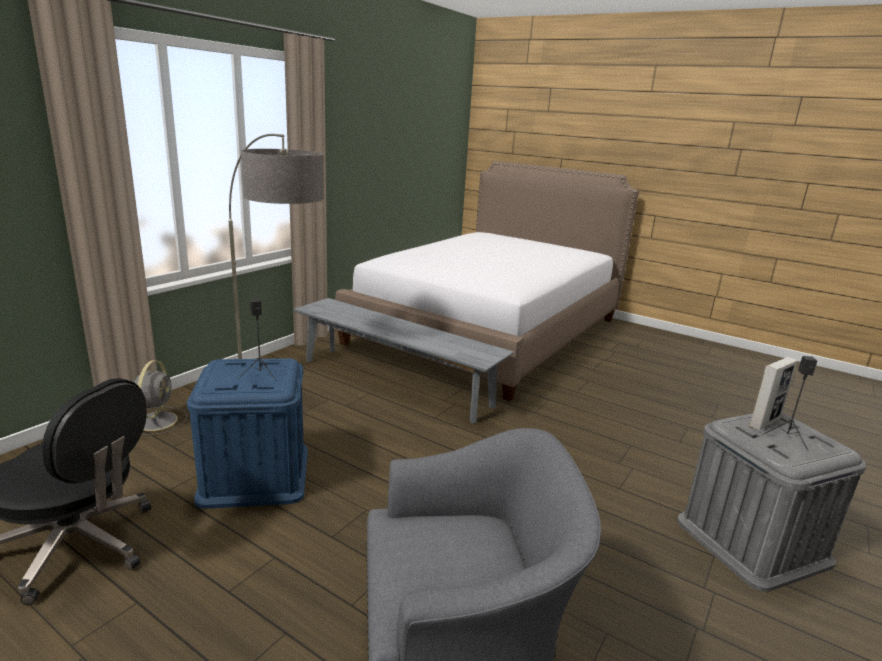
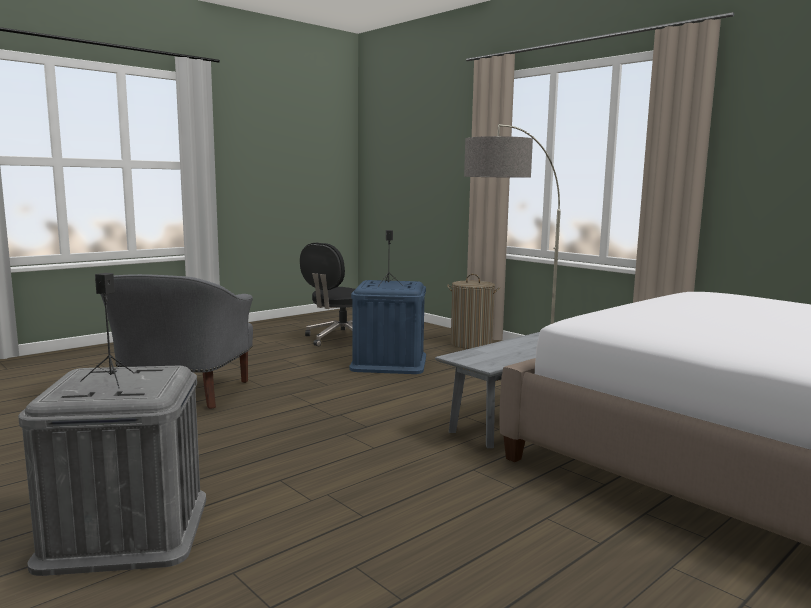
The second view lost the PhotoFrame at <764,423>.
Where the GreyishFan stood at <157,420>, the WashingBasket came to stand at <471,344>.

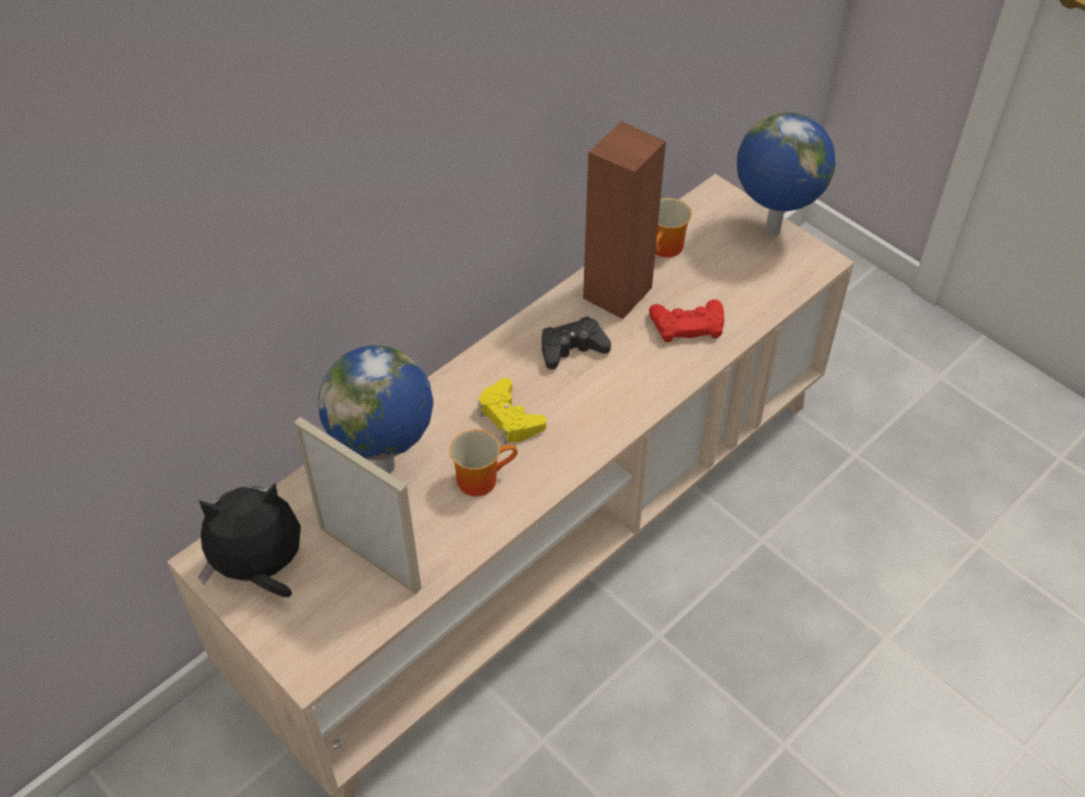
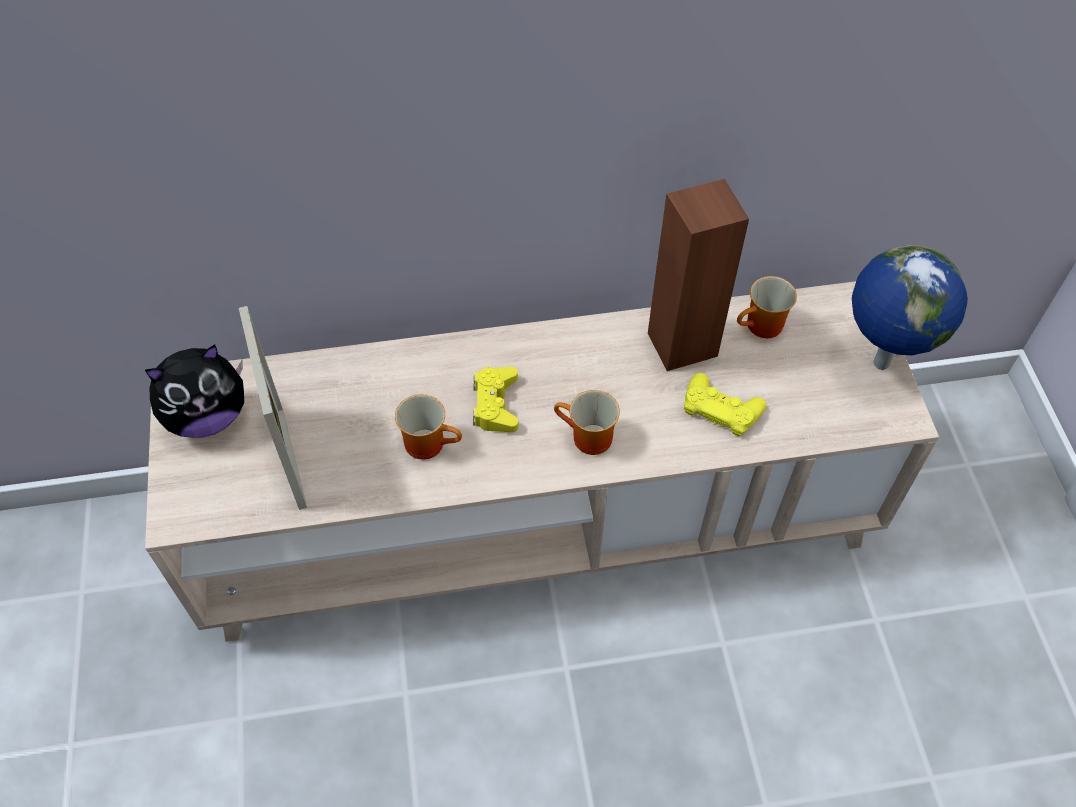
The second view lost the Globe at <388,467>.
The second view lost the BlackColouredJoypad at <572,348>.
The second view gained the CoffeeMug at <586,439>.
What was the ReddishJoypad at <687,325> turned into the YellowishJoypad at <721,408>.
The PlushToy at <260,569> ended up facing another way, 135 degrees clockwise from before.

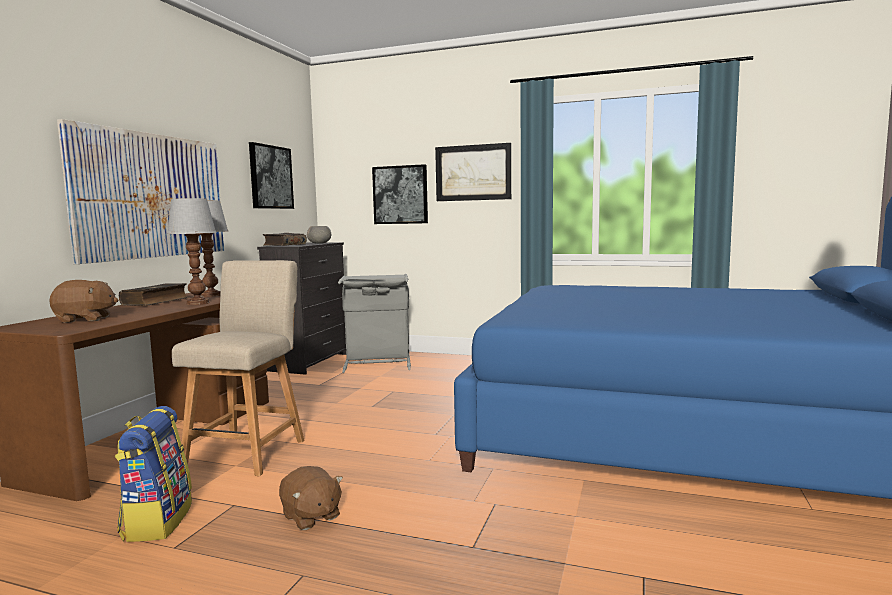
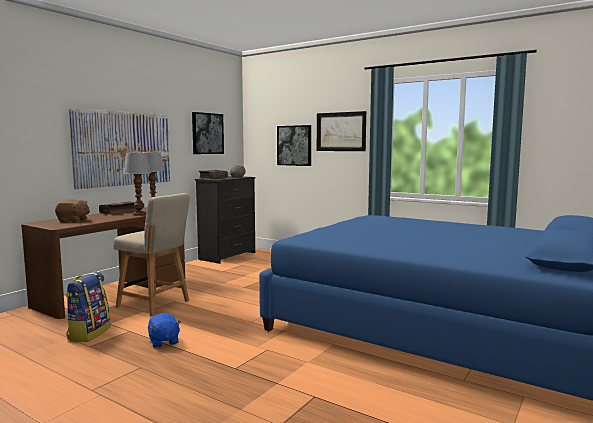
The second view lost the GreyishWashingBasket at <377,363>.
What was the BrownColouredPlushToy at <311,516> turned into the BluePlushToy at <163,342>.
The BeigeChair at <248,451> ended up facing another way, 90 degrees clockwise from before.

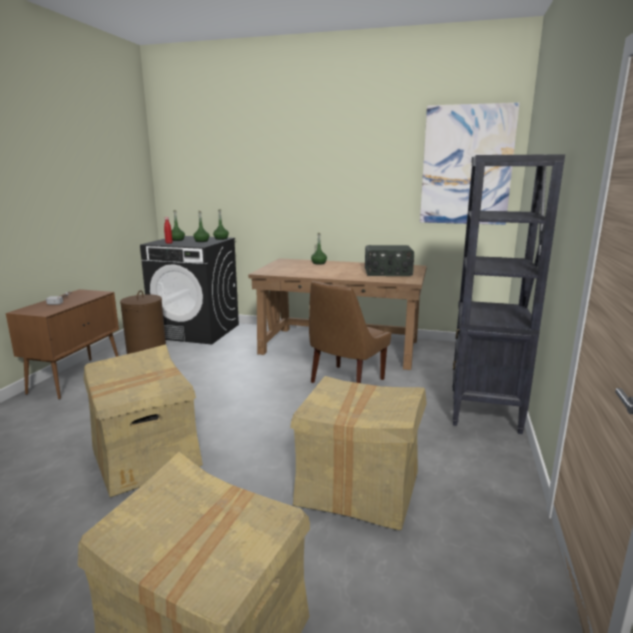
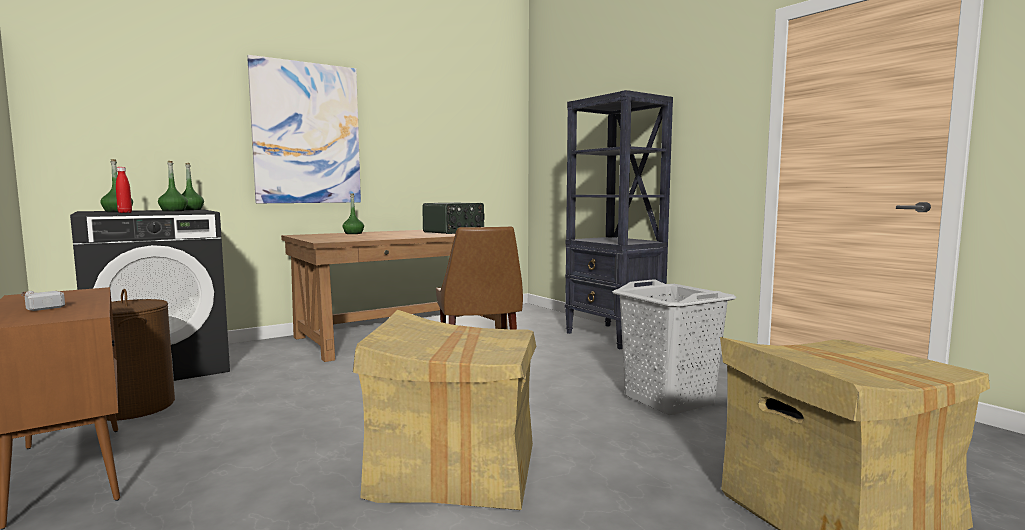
The WallPicture ended up elsewhere, having gone from <466,165> to <307,133>.
Where the CardboardBox stood at <359,489>, the GreyishWashingBasket came to stand at <668,399>.

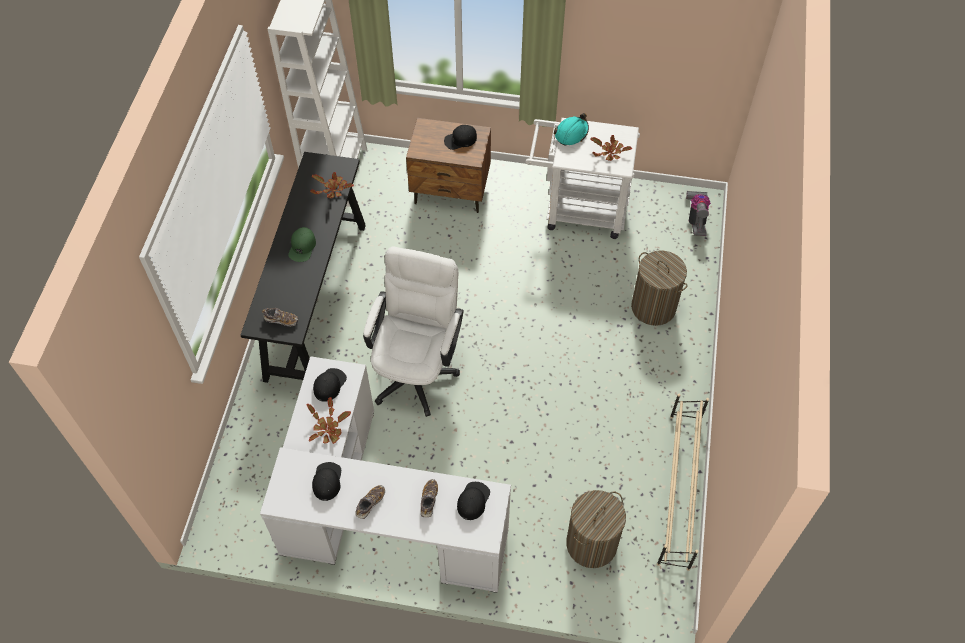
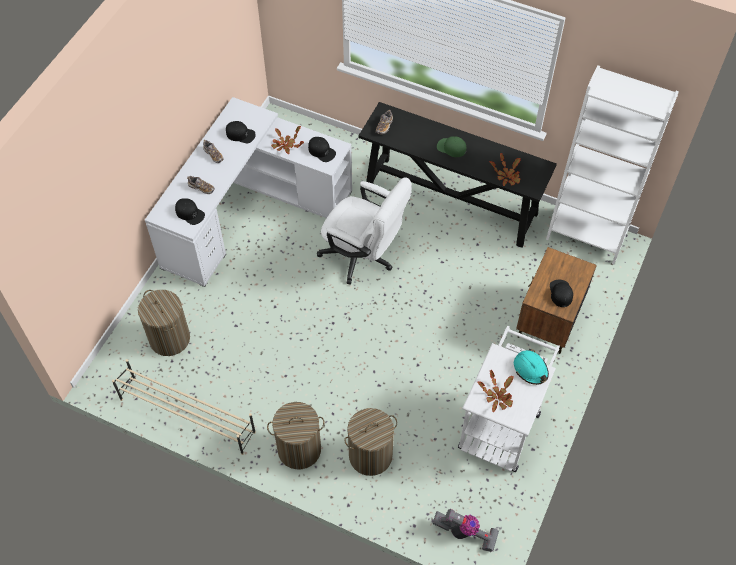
The second view gained the WashingBasket at <299,449>.

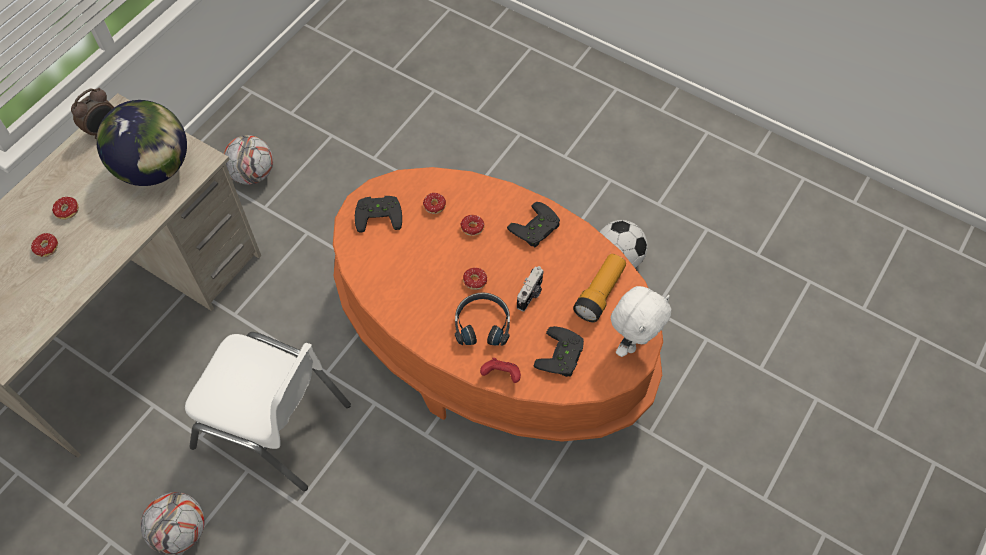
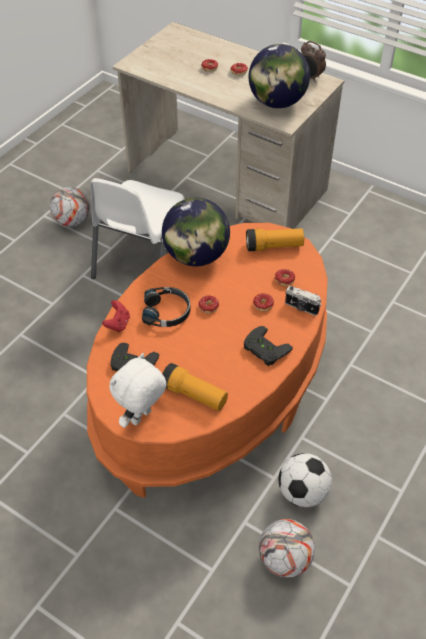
The second view gained the Globe at <196,256>.
The FootballBall ended up elsewhere, having gone from <253,174> to <285,559>.
The PhotoCamera ended up elsewhere, having gone from <531,295> to <301,308>.
Where the BlackColouredJoypad stood at <379,213>, the HandTorch came to stand at <274,246>.
The WhitePlushToy at <633,342> ended up facing another way, 90 degrees clockwise from before.

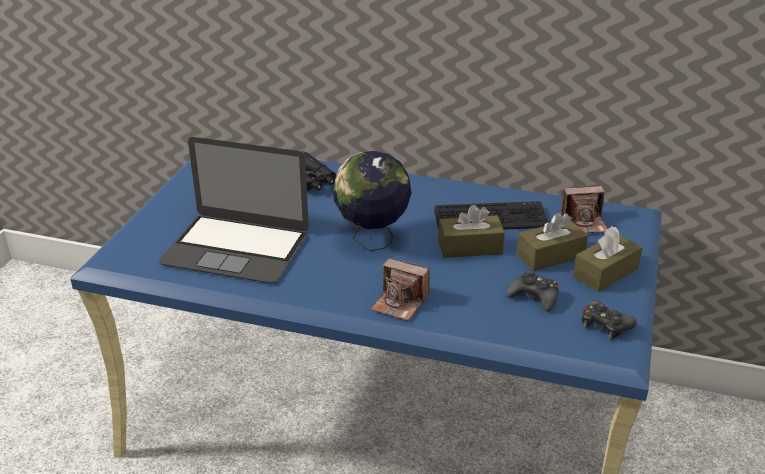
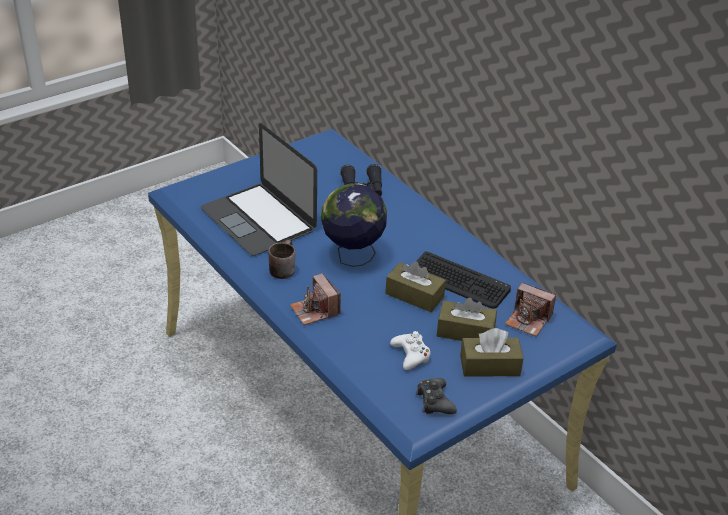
The second view gained the BrownColouredCoffeeMug at <281,268>.
What was the BlackColouredJoypad at <534,297> turned into the WhiteJoypad at <411,355>.

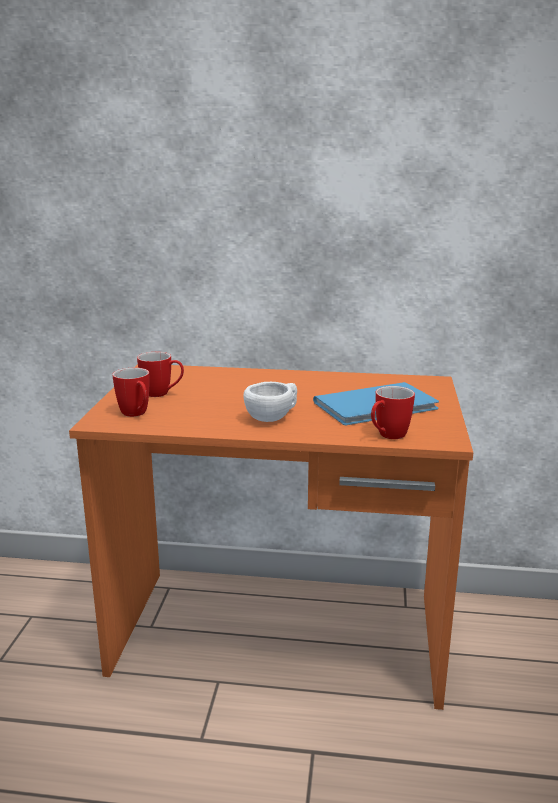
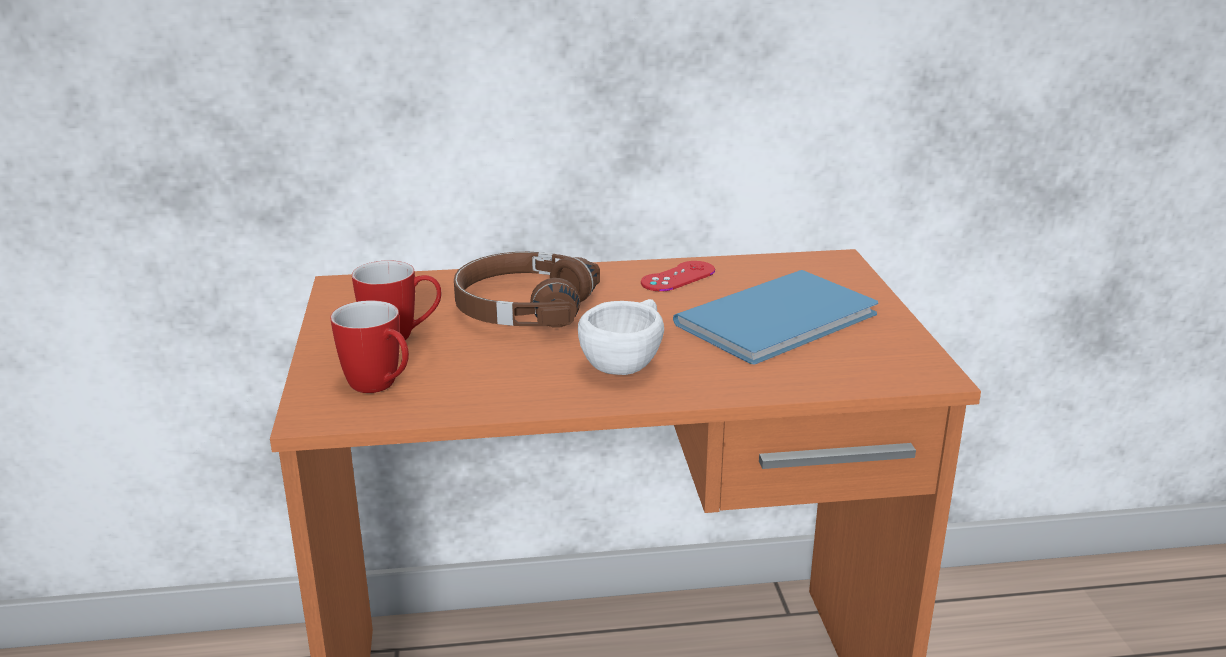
The second view lost the CoffeeMug at <387,436>.
The second view gained the BrownColouredHeadphones at <523,308>.
The second view gained the ReddishJoypad at <678,277>.

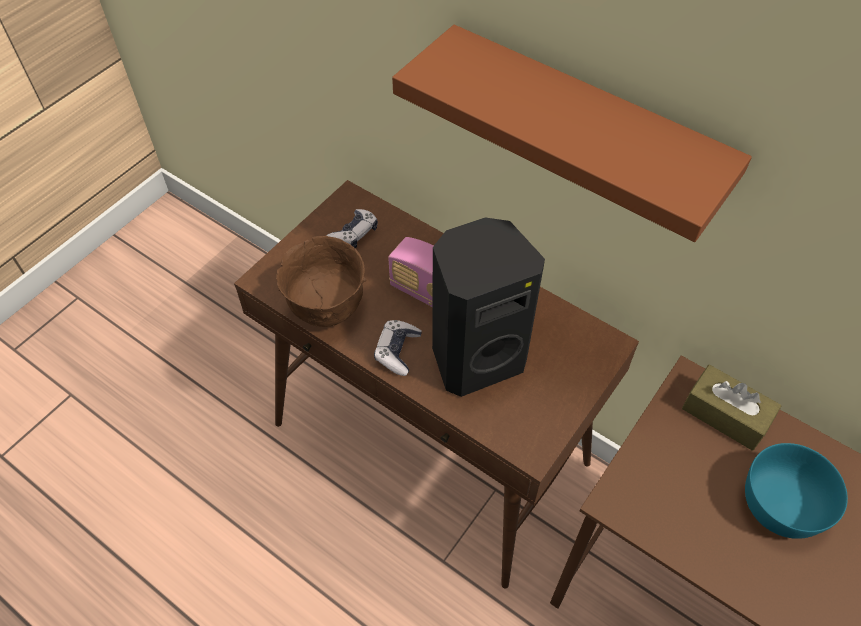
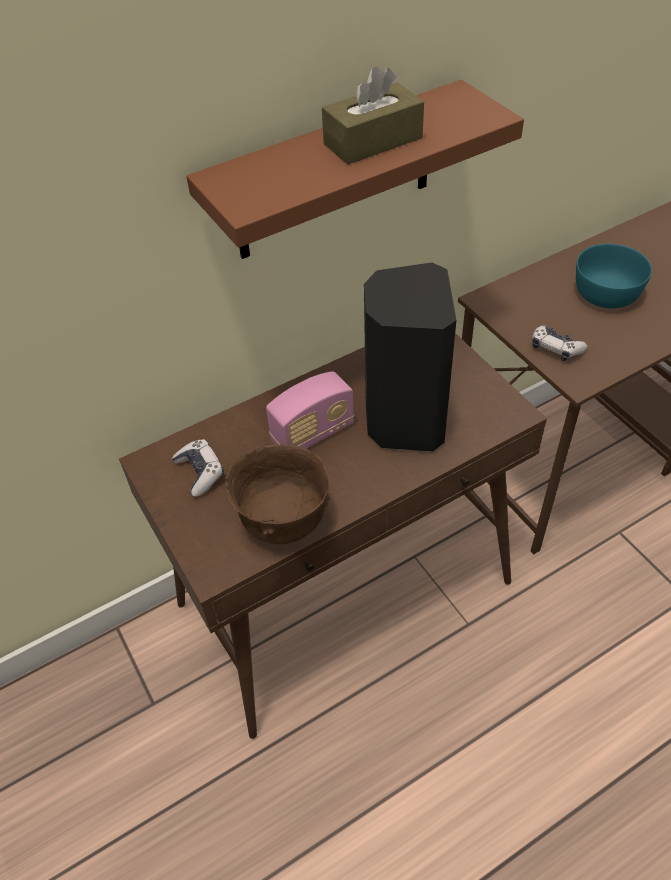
The Joypad ended up elsewhere, having gone from <397,351> to <555,348>.
The BrownColouredTissueBox ended up elsewhere, having gone from <725,415> to <373,141>.

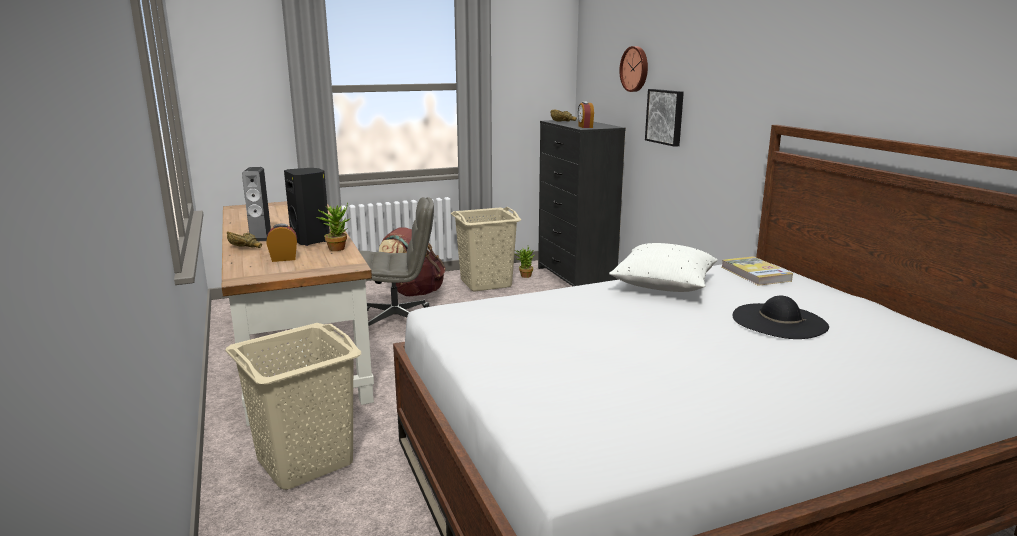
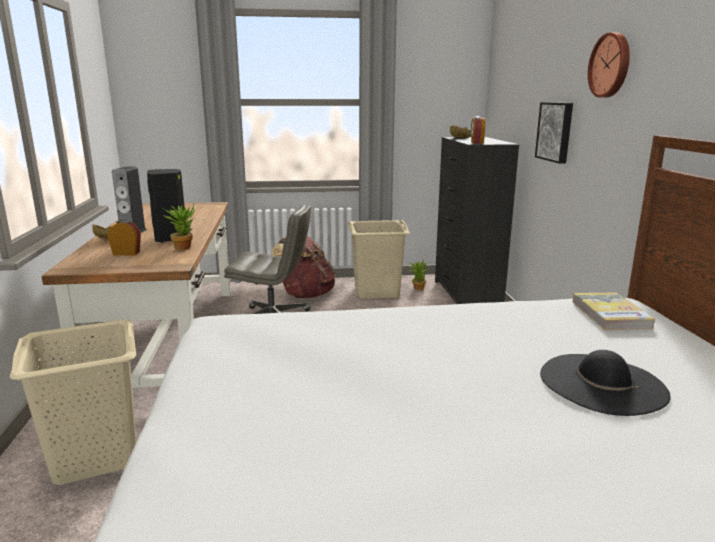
The second view lost the WhiteCushion at <663,285>.
The ClockOnTheWall ended up elsewhere, having gone from <635,69> to <611,65>.

